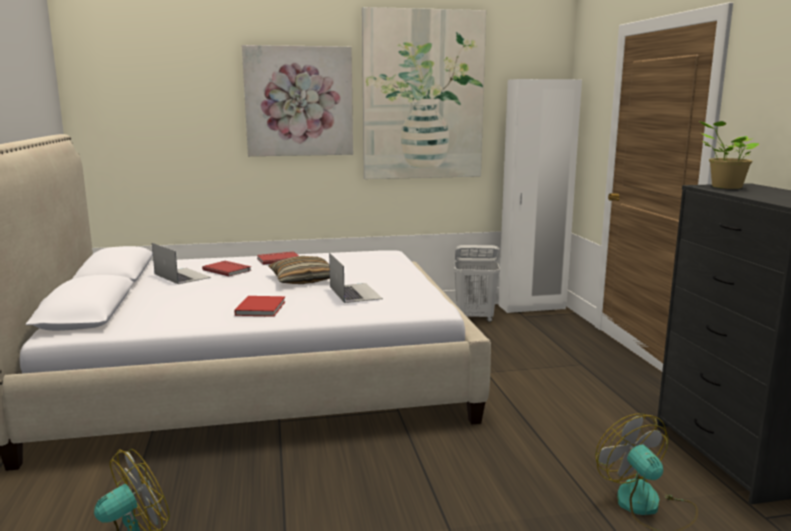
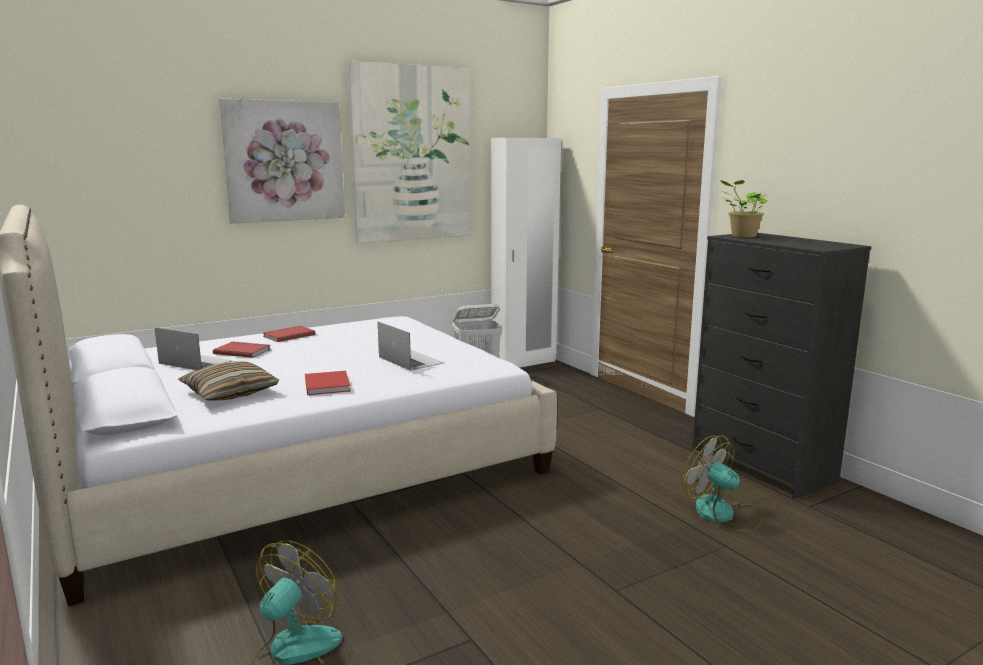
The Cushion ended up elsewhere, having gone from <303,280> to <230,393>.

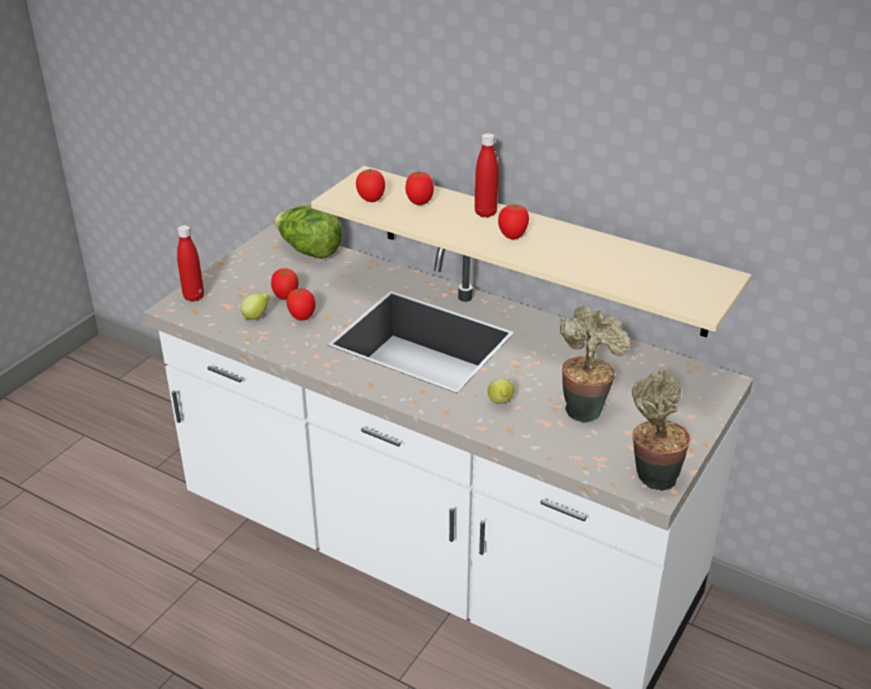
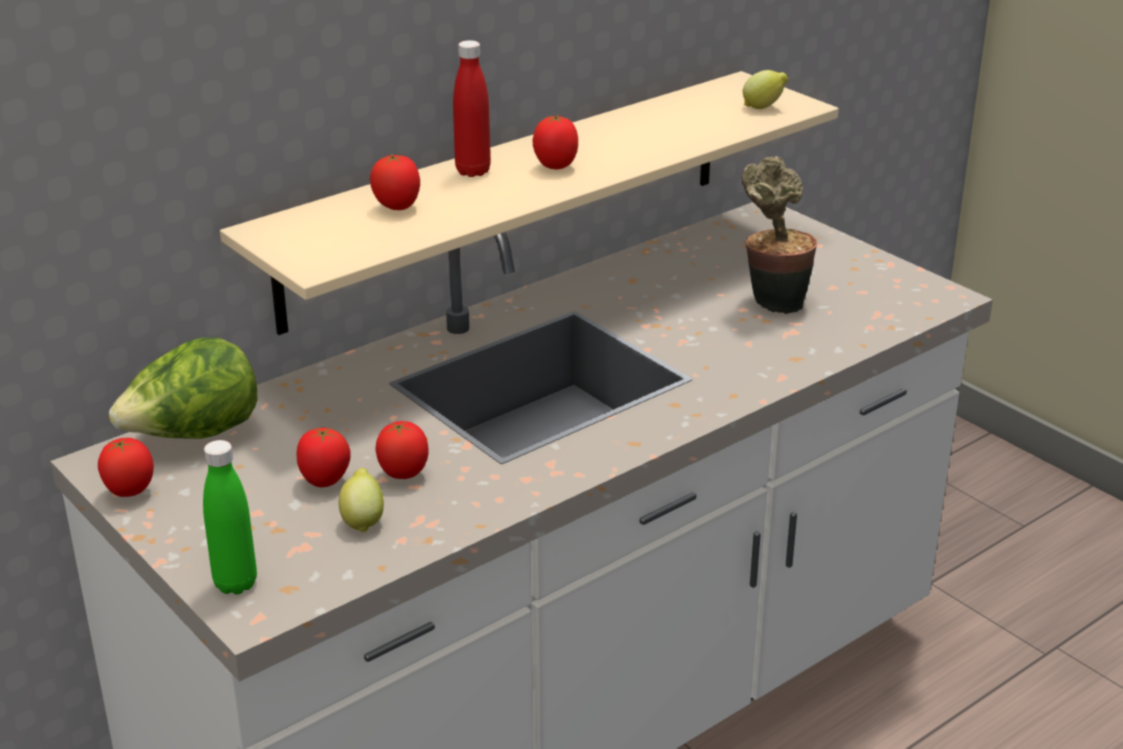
The second view lost the Houseplant at <652,475>.
The WholeTomato ended up elsewhere, having gone from <371,200> to <129,492>.
The Lemon ended up elsewhere, having gone from <500,403> to <763,108>.
What was the ReddishDrinkBottle at <194,297> turned into the GreenColouredDrinkBottle at <235,583>.

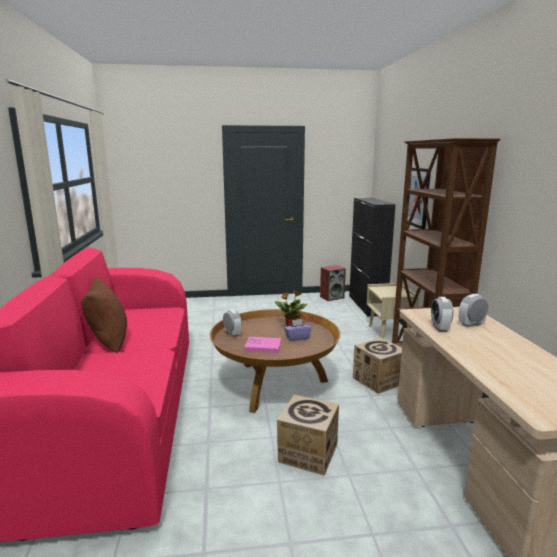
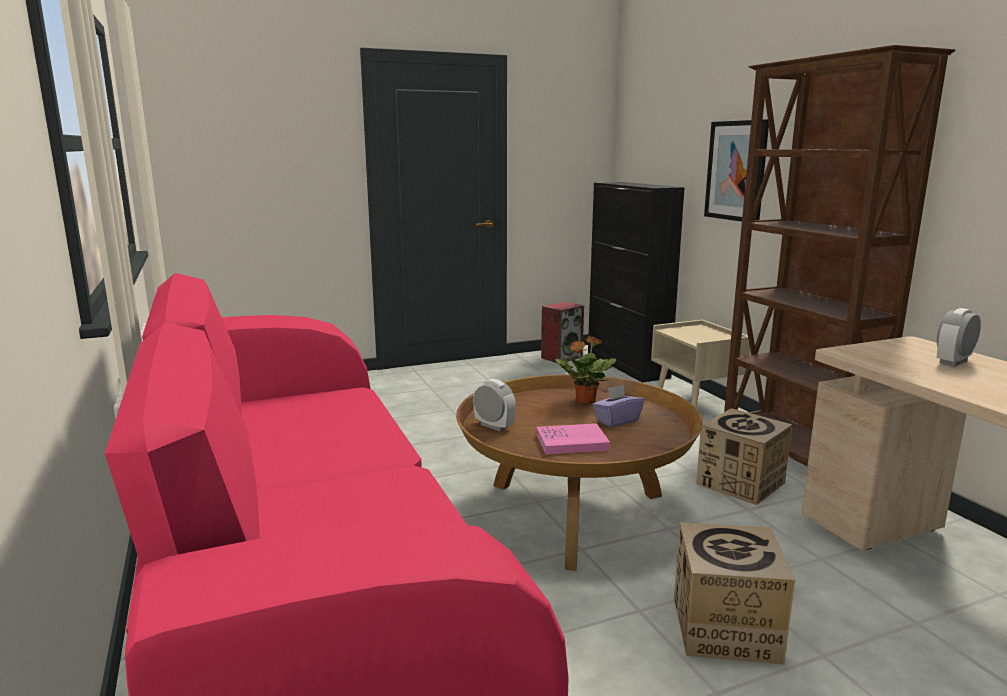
The second view lost the BrownColouredCushion at <108,341>.
The second view lost the AlarmClock at <440,328>.

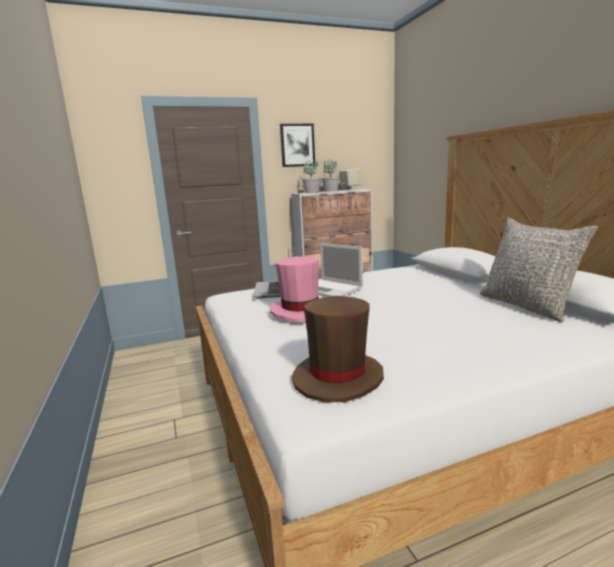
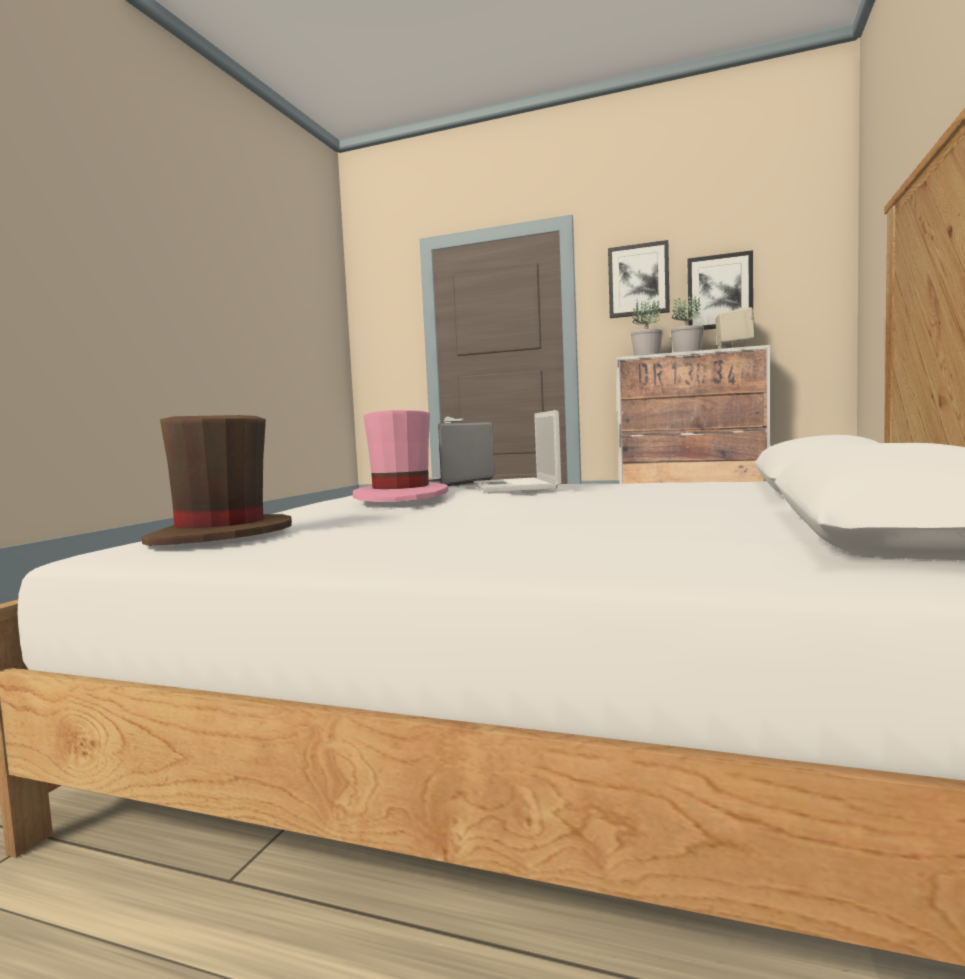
The second view lost the GreyishCushion at <527,306>.
The second view gained the WallPicture at <719,292>.

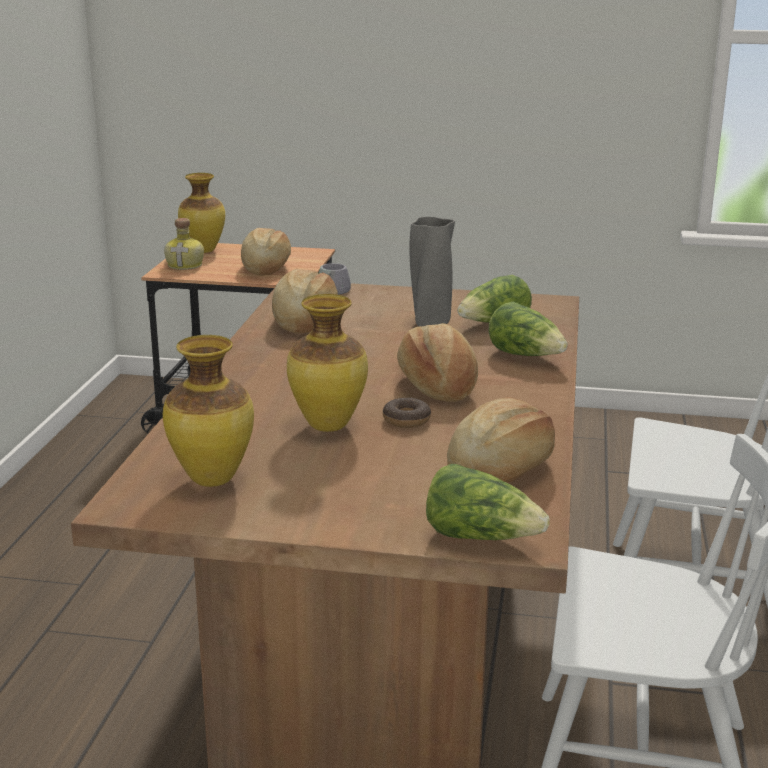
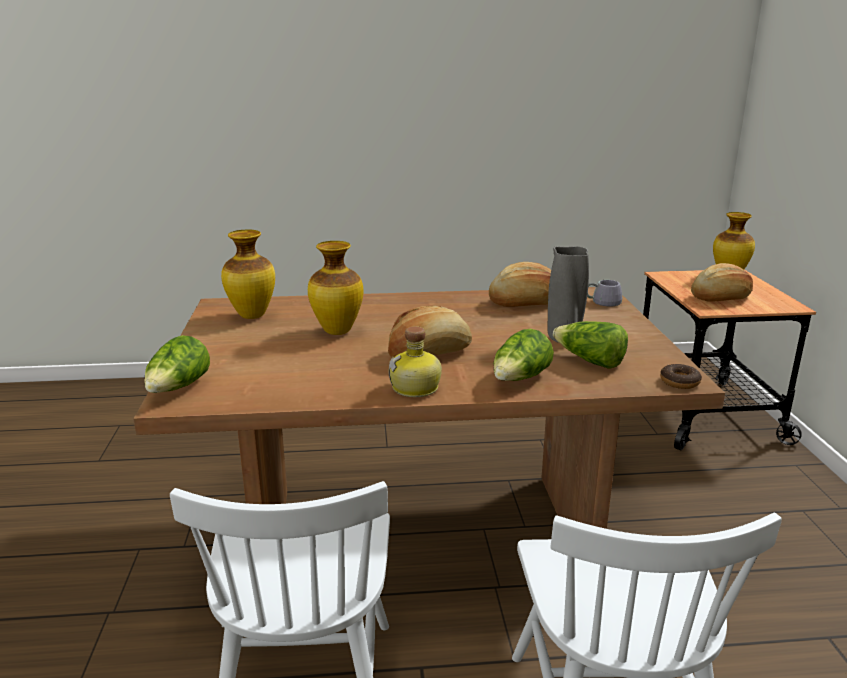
The second view lost the BakeryBread at <501,469>.
The DrinkBottle ended up elsewhere, having gone from <186,265> to <416,388>.
The Doughnut ended up elsewhere, having gone from <406,420> to <679,382>.

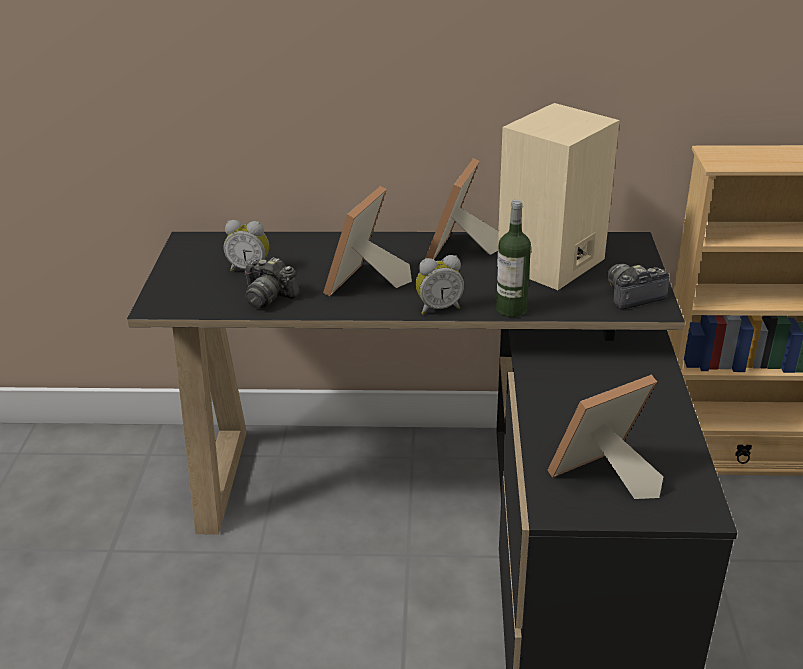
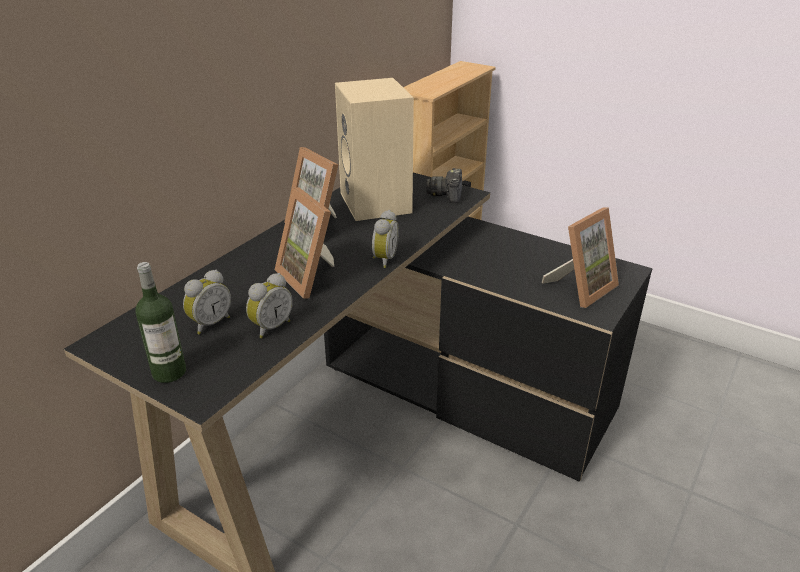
The DrinkBottle ended up elsewhere, having gone from <511,309> to <169,372>.
Where the PhotoCamera stood at <268,296>, the AlarmClock came to stand at <270,327>.
The PhotoFrame at <603,479> ended up facing another way, 135 degrees counterclockwise from before.

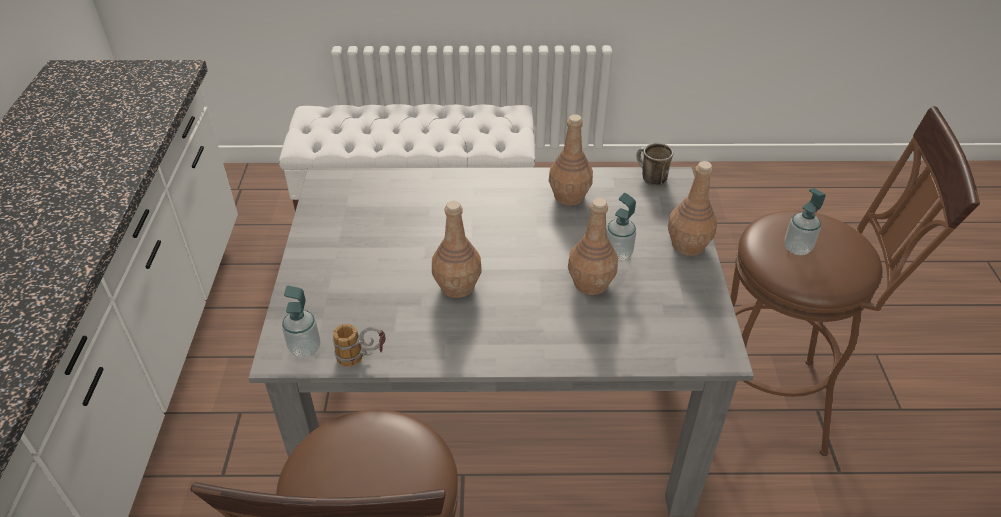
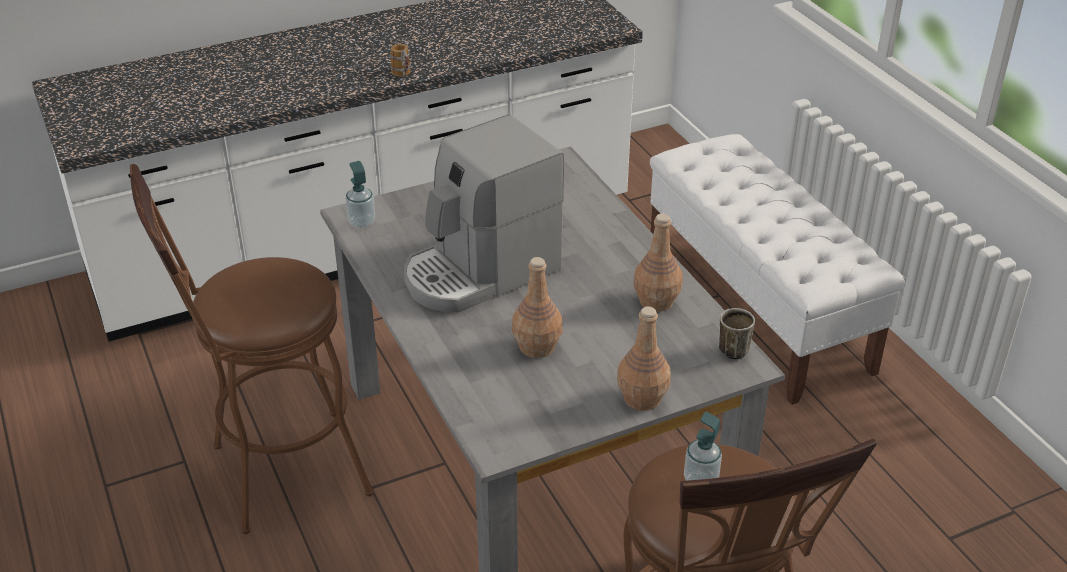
The second view lost the SoapBottle at <618,254>.
The CoffeeMug ended up elsewhere, having gone from <362,357> to <403,76>.
Where the BrownColouredDrinkBottle stood at <457,285>, the CoffeeBrewer came to stand at <480,272>.

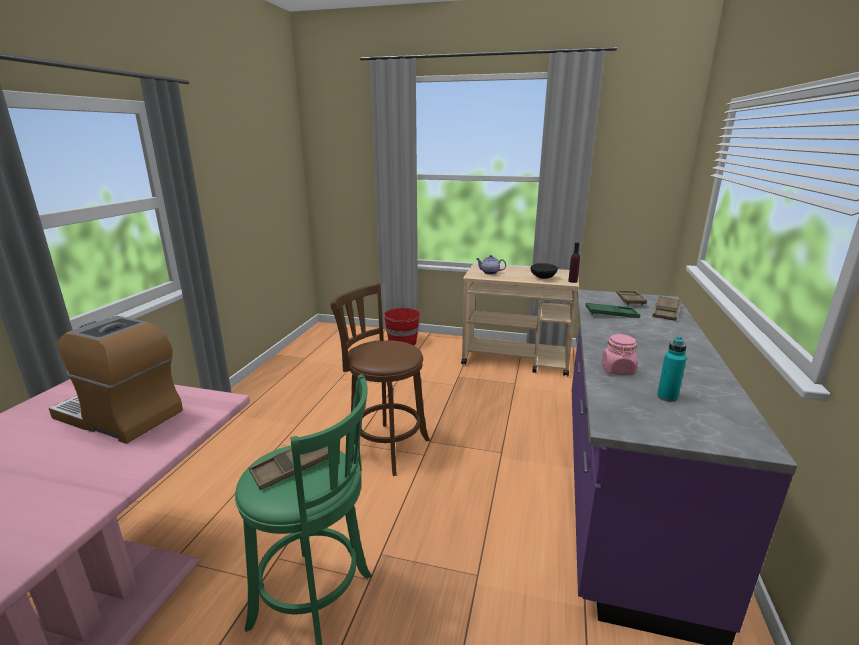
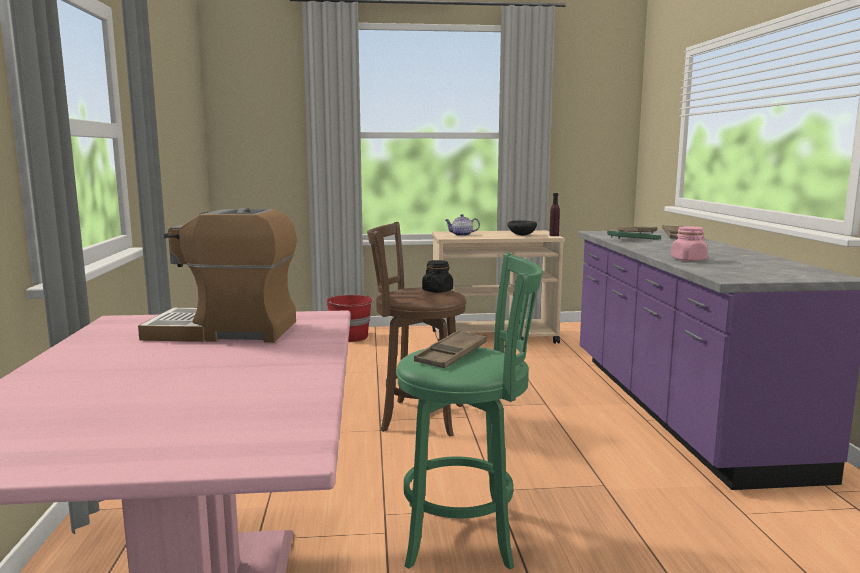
The second view lost the TurquoiseColouredDrinkBottle at <667,397>.
The second view gained the BlackColouredStorageJar at <437,291>.

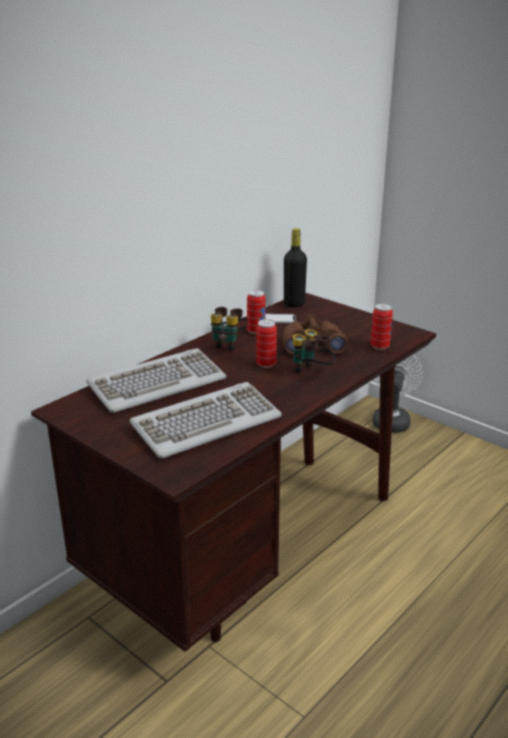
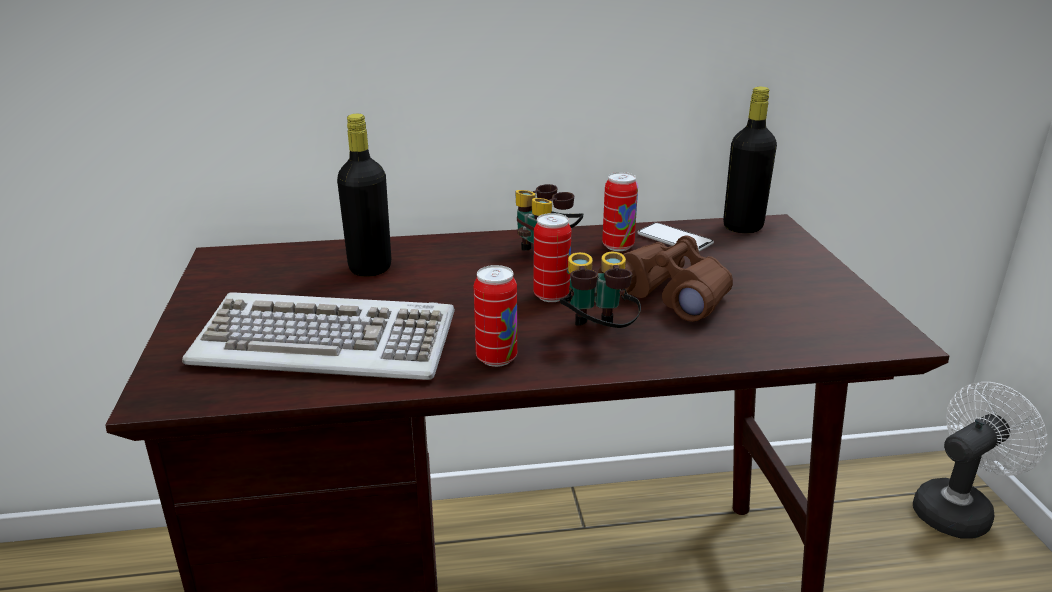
The Can ended up elsewhere, having gone from <379,346> to <496,358>.
Where the Keyboard stood at <157,384>, the BlackColouredDrinkBottle came to stand at <370,268>.

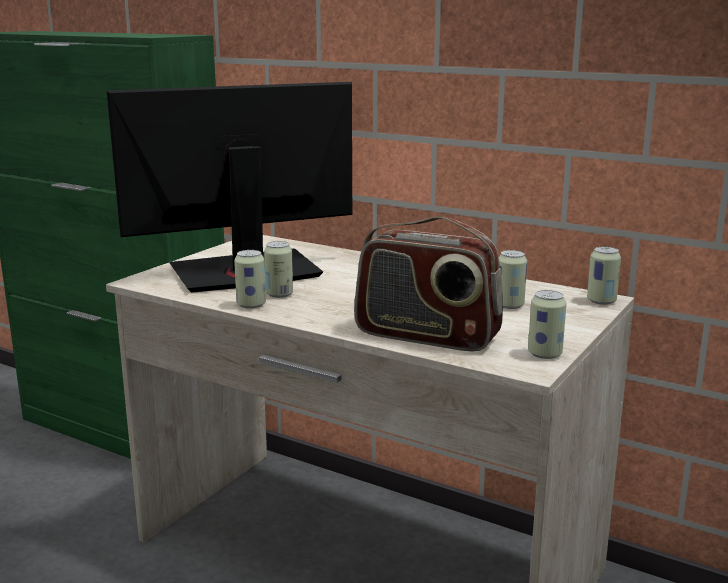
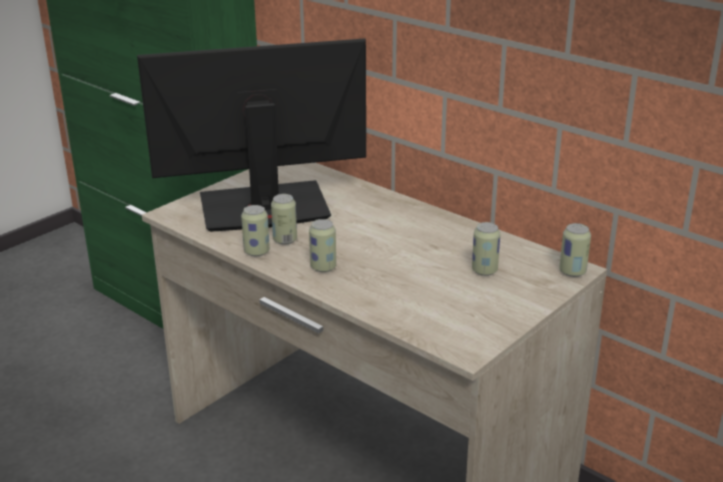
The second view lost the RadioReceiver at <426,336>.
The Can ended up elsewhere, having gone from <544,354> to <323,267>.

